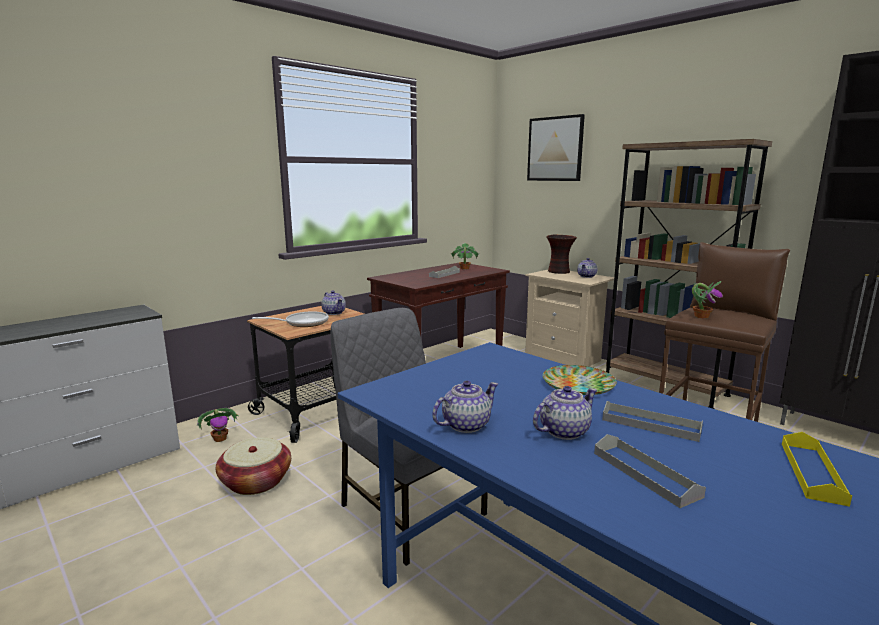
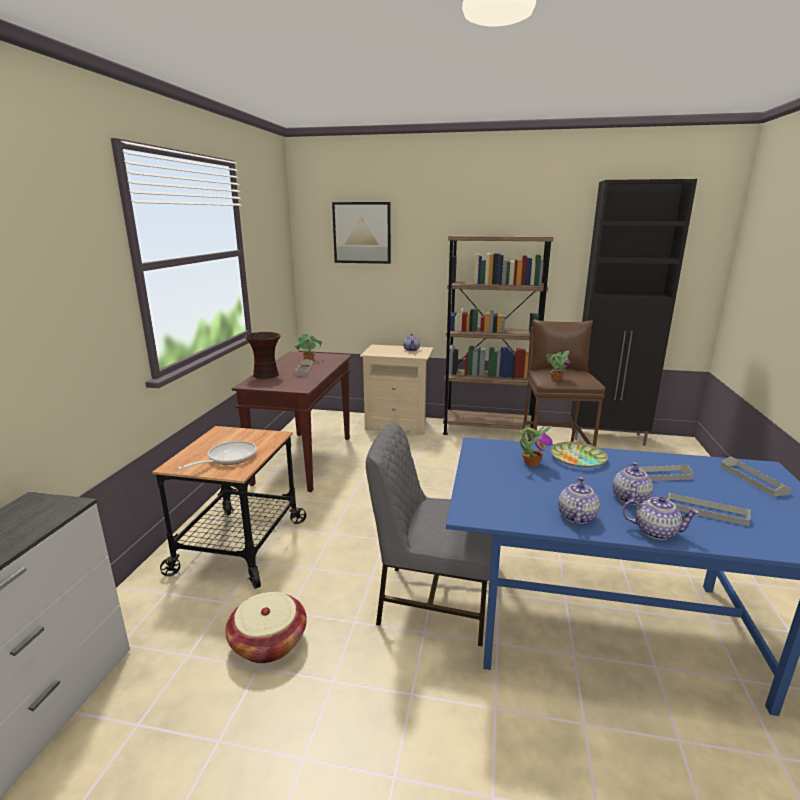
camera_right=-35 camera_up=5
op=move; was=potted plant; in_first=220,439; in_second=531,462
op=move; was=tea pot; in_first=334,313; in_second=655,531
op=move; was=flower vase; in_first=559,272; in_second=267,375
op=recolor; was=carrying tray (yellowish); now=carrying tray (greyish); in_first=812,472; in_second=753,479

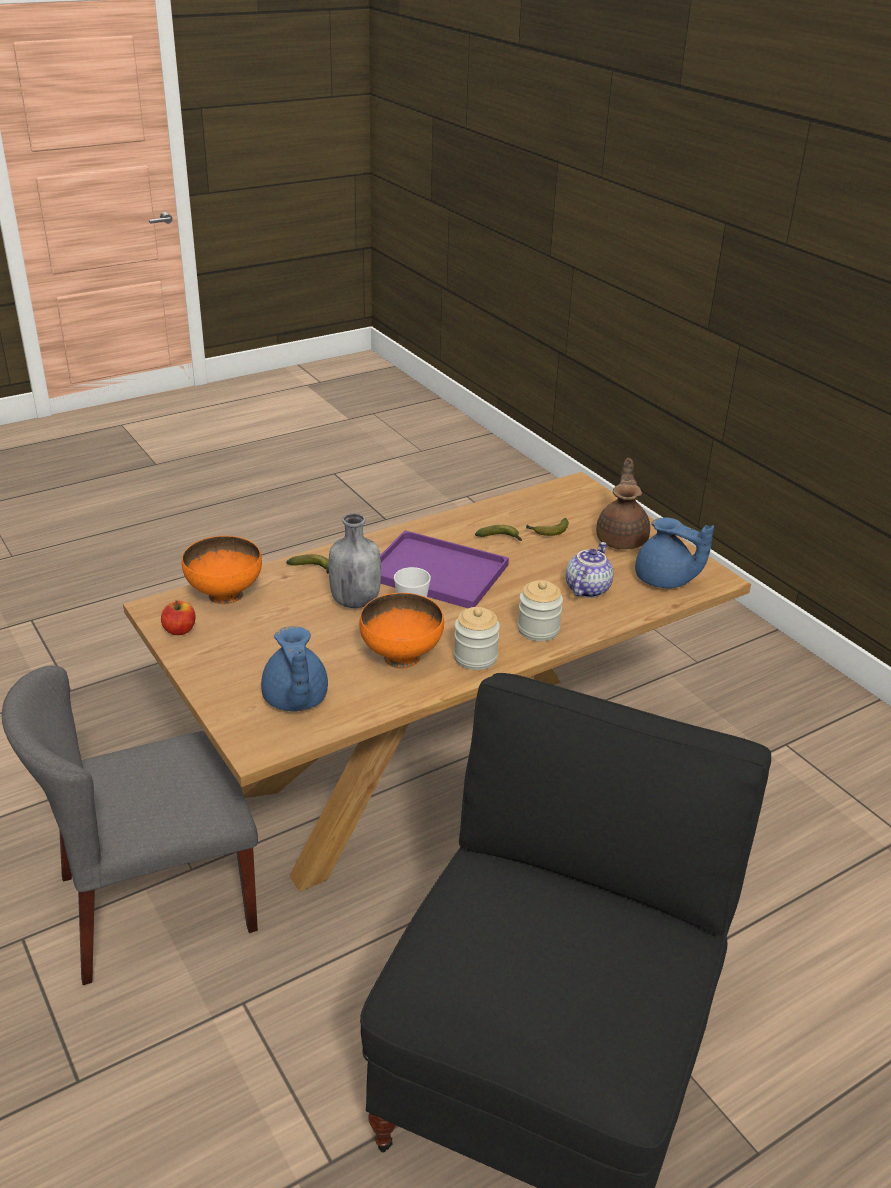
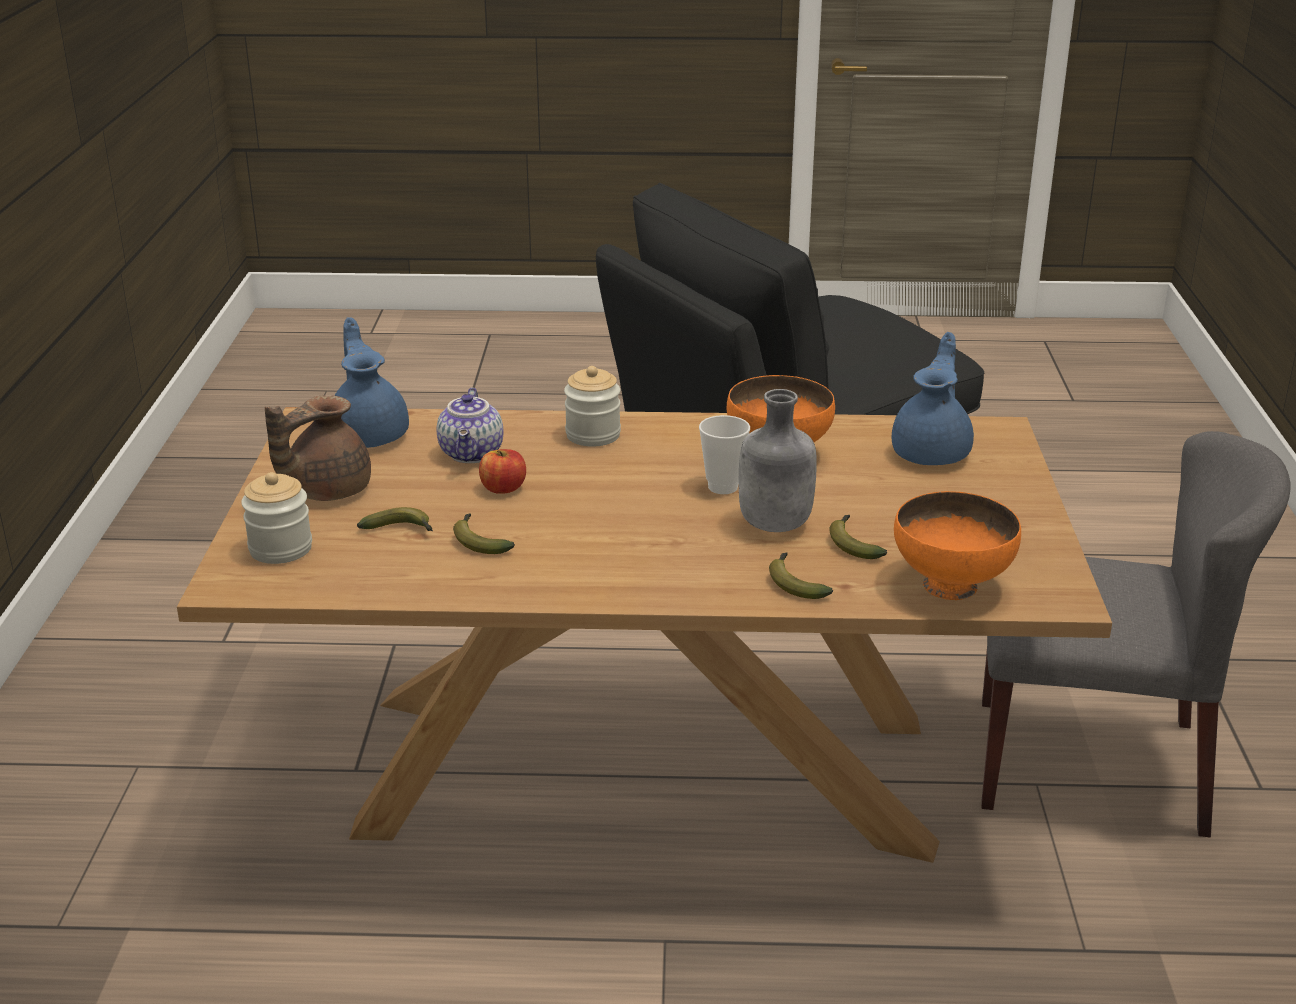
camera_right=-145 camera_up=-5
op=delete; was=carrying tray (purplish); in_first=434,572
op=insert; now=banana fruit; in_second=853,543
op=move; was=apple; in_first=180,630; in_second=503,488
op=move; was=storage jar; in_first=475,657; in_second=280,549
op=rotate; was=tea pot; in_first=586,588; in_second=473,454; clockwise=-60

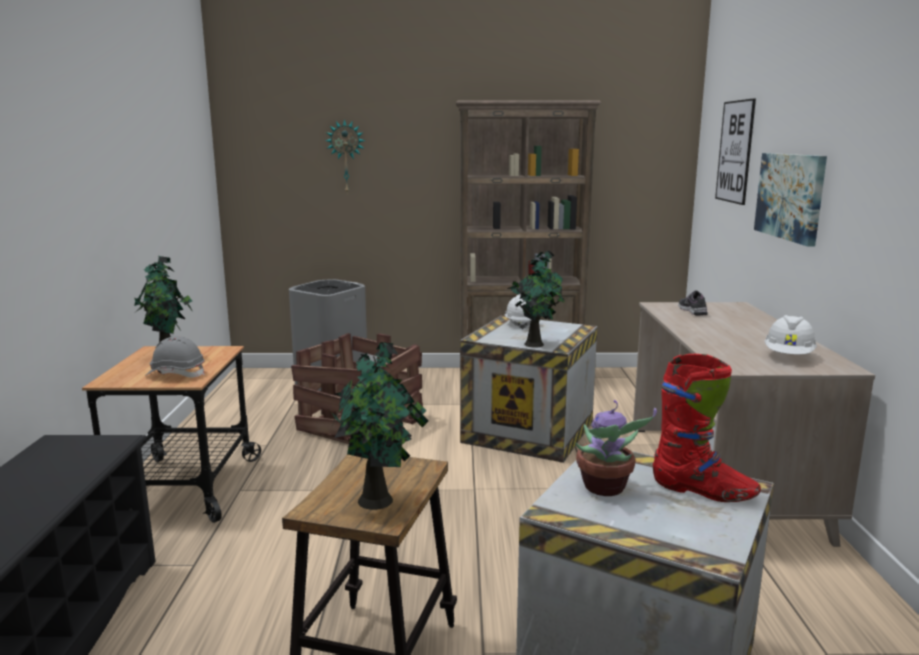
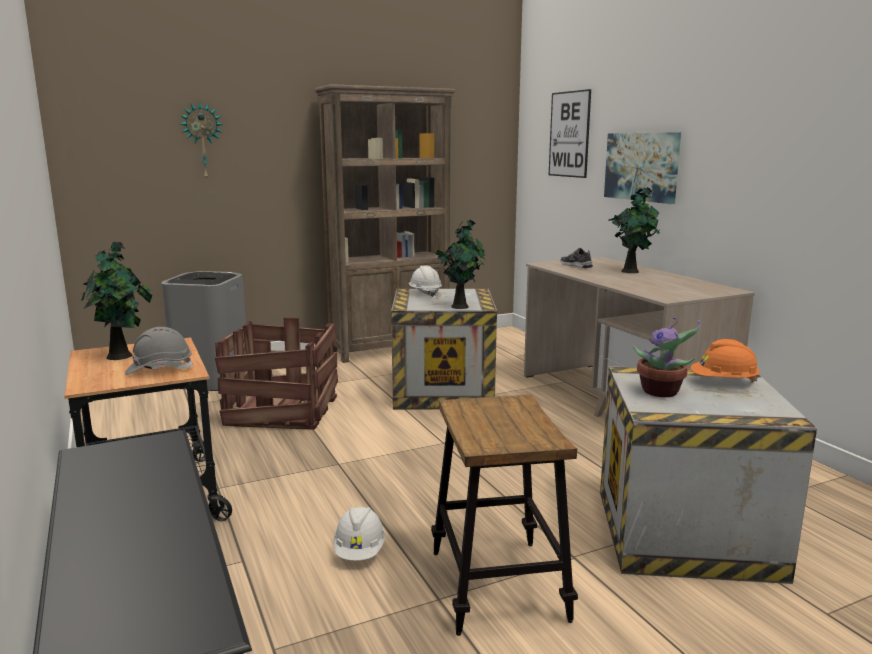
camera_right=-25 camera_up=0
op=move; was=potted plant; in_first=379,501; in_second=631,271
op=move; was=work helmet (whitish); in_first=788,356; in_second=360,552
op=replace; was=high-top boot (red-coloured); now=work helmet (orange); in_first=703,491; in_second=723,382

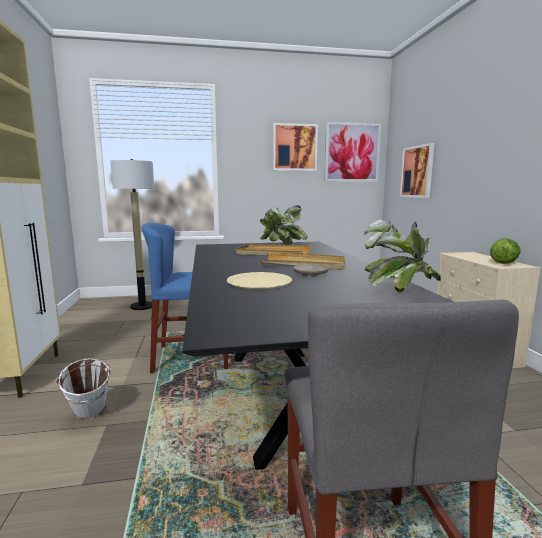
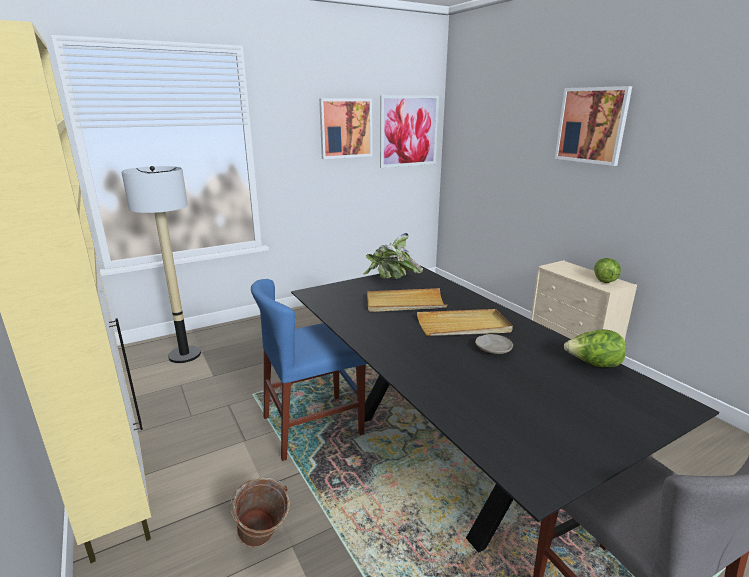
camera_right=-20 camera_up=10
op=delete; was=flat dish (beige); in_first=259,282
op=move; was=picture; in_first=417,171; in_second=591,125
op=replace; was=potted plant; now=lettuce; in_first=398,289; in_second=593,364
op=recolor; was=pail (whitish); now=pail (brownish); in_first=89,417; in_second=263,542

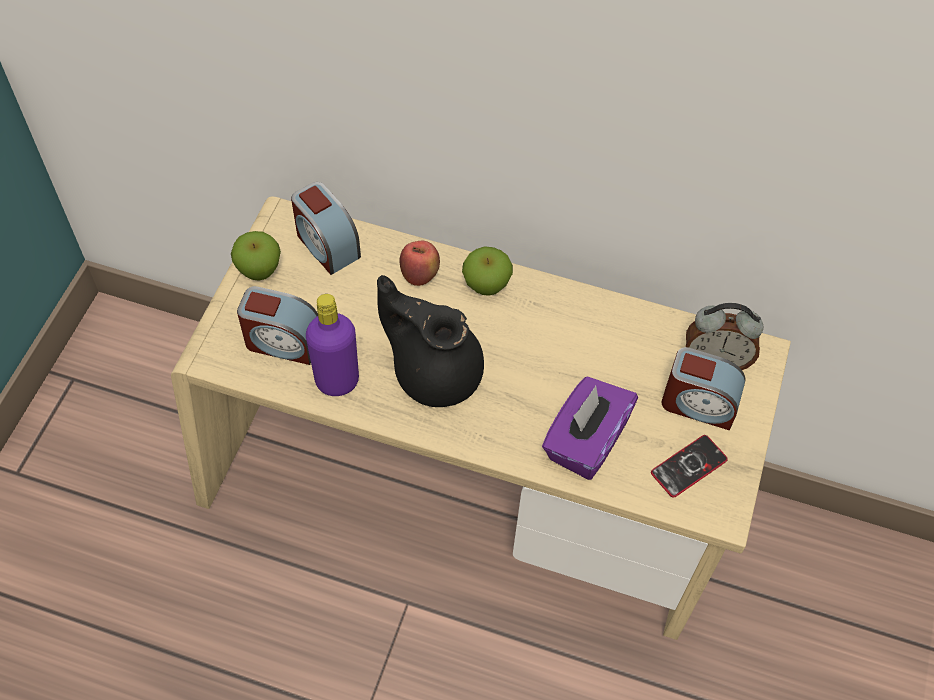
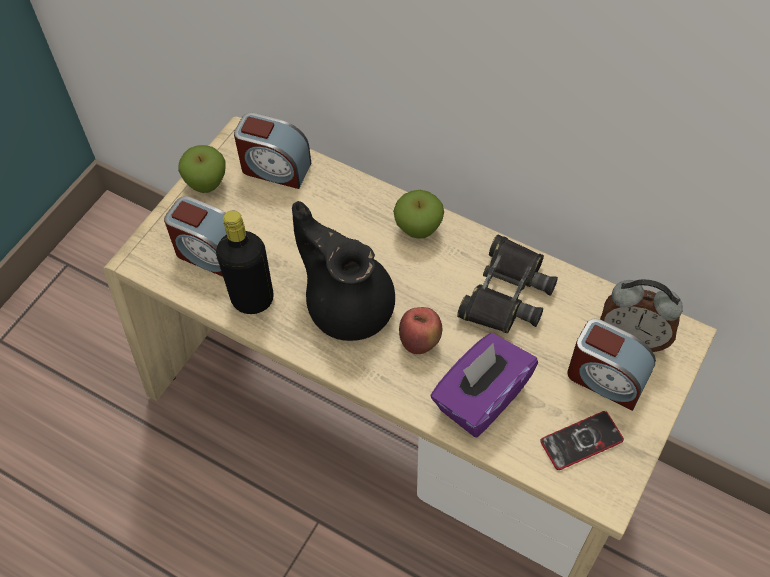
camera_right=15 camera_up=0
op=insert; now=pair of binoculars (black-coloured); in_second=506,292
op=move; was=apple; in_first=420,275; in_second=420,342
op=recolor; was=beverage bottle (purplish); now=beverage bottle (black-coloured); in_first=337,381; in_second=252,299
op=rotate; was=alarm clock; in_first=326,245; in_second=275,168; clockwise=-45

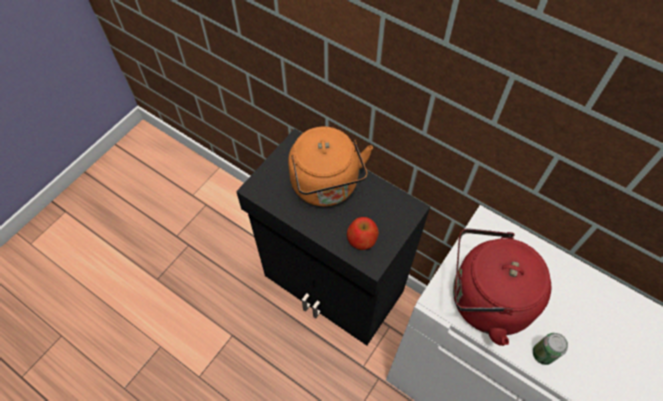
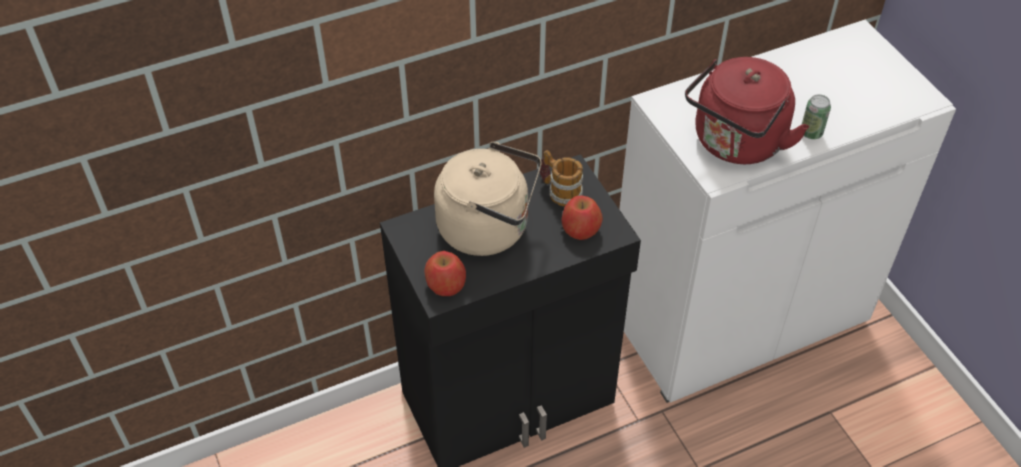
camera_right=-60 camera_up=-10
op=insert; now=apple; in_second=446,284
op=insert; now=tea mug; in_second=559,191
op=recolor; was=water kettle (orange); now=water kettle (beige); in_first=326,186; in_second=489,228

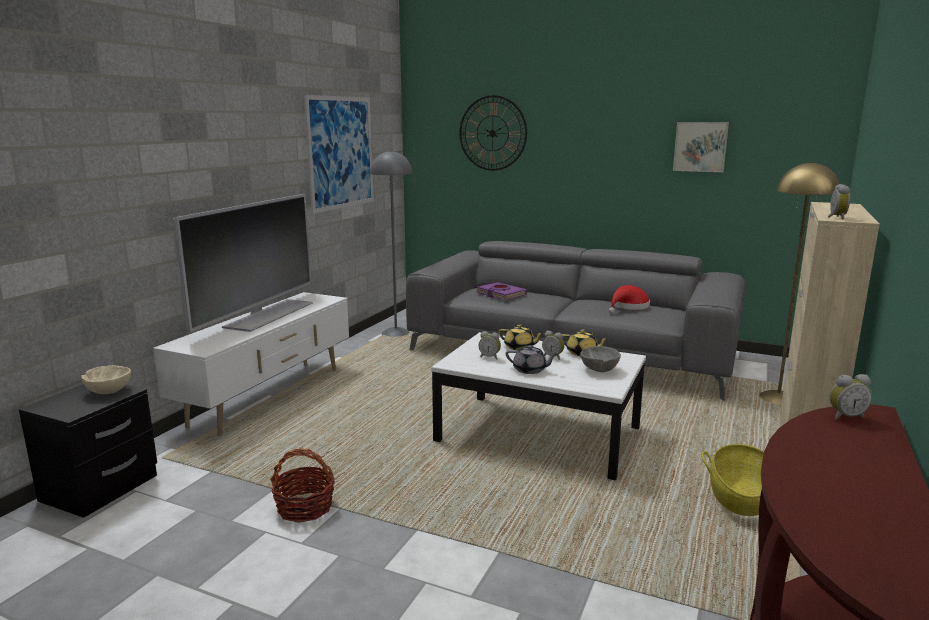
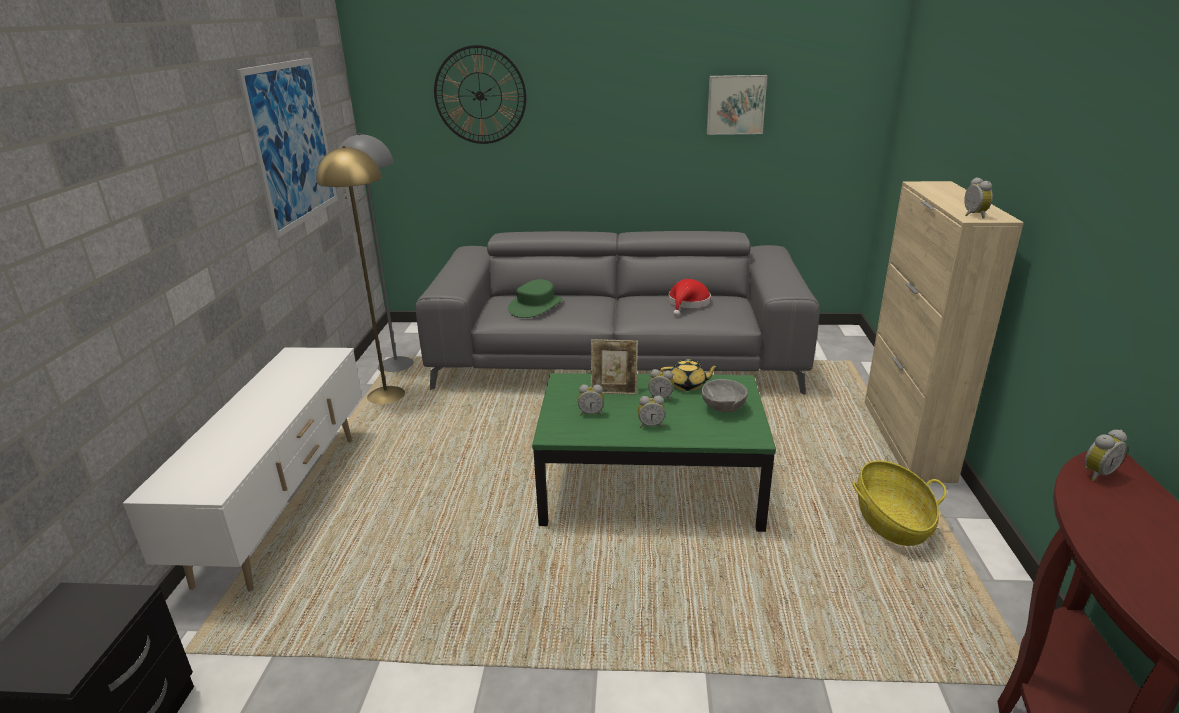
camera_right=-20 camera_up=10
op=delete; was=deep dish (beige); in_first=108,391
op=delete; was=television; in_first=268,315
op=delete; was=basket; in_first=305,507
op=move; was=floor lamp (yellowish); in_first=778,398; in_second=386,395
op=replace; was=bound book (purplish); now=hat (greenish); in_first=501,294; in_second=536,306
op=replace; was=tea pot (yellowish); now=picture frame; in_first=519,347; in_second=614,390
op=replace; was=tea pot (greyish); now=alarm clock; in_first=530,370; in_second=650,425
op=recolor; was=low table (whitish); now=low table (greenish); in_first=539,434; in_second=650,485

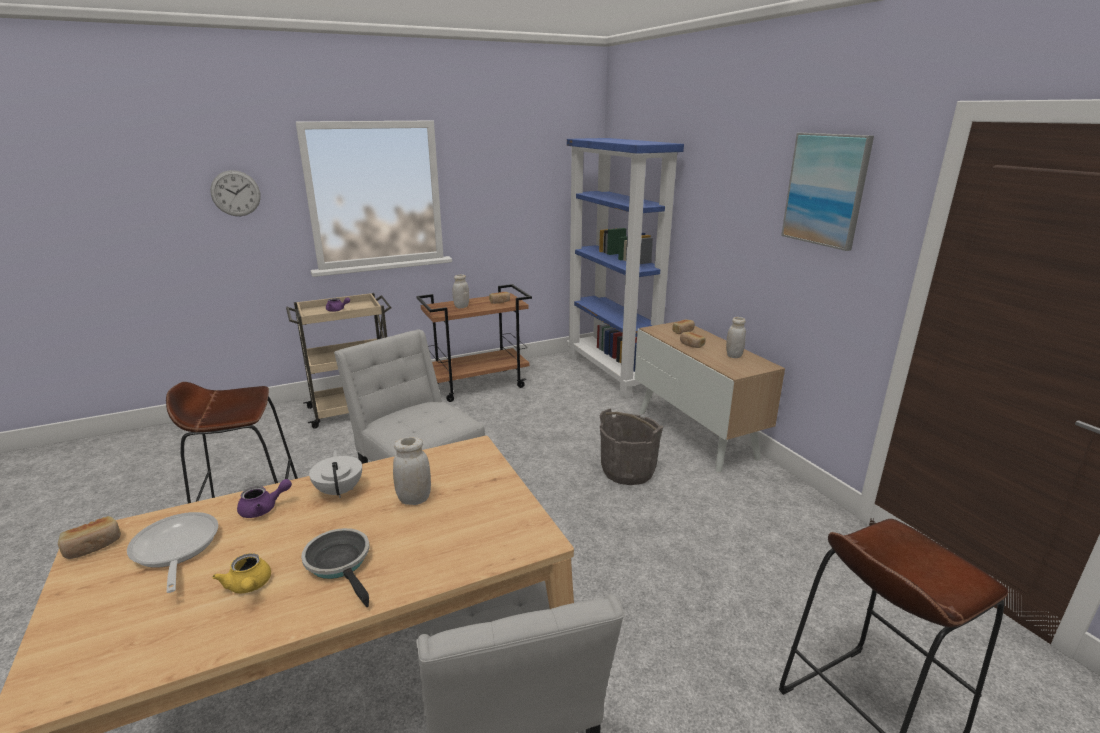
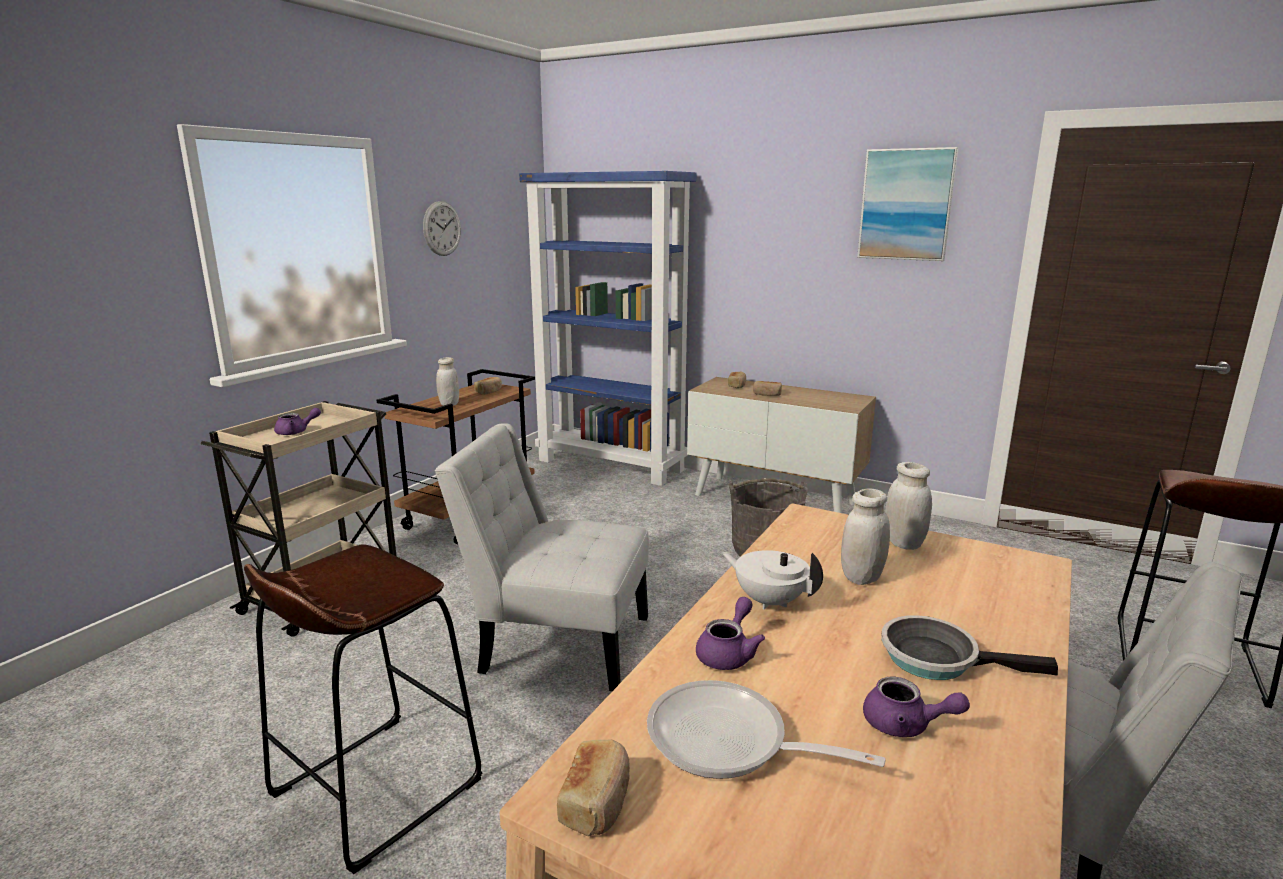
camera_right=-35 camera_up=-5
op=move; was=hanging clock; in_first=235,193; in_second=442,228
op=move; was=storage jar (whitish); in_first=733,355; in_second=904,543
op=recolor; was=tea pot (yellowish); now=tea pot (purplish); in_first=249,586; in_second=905,725

